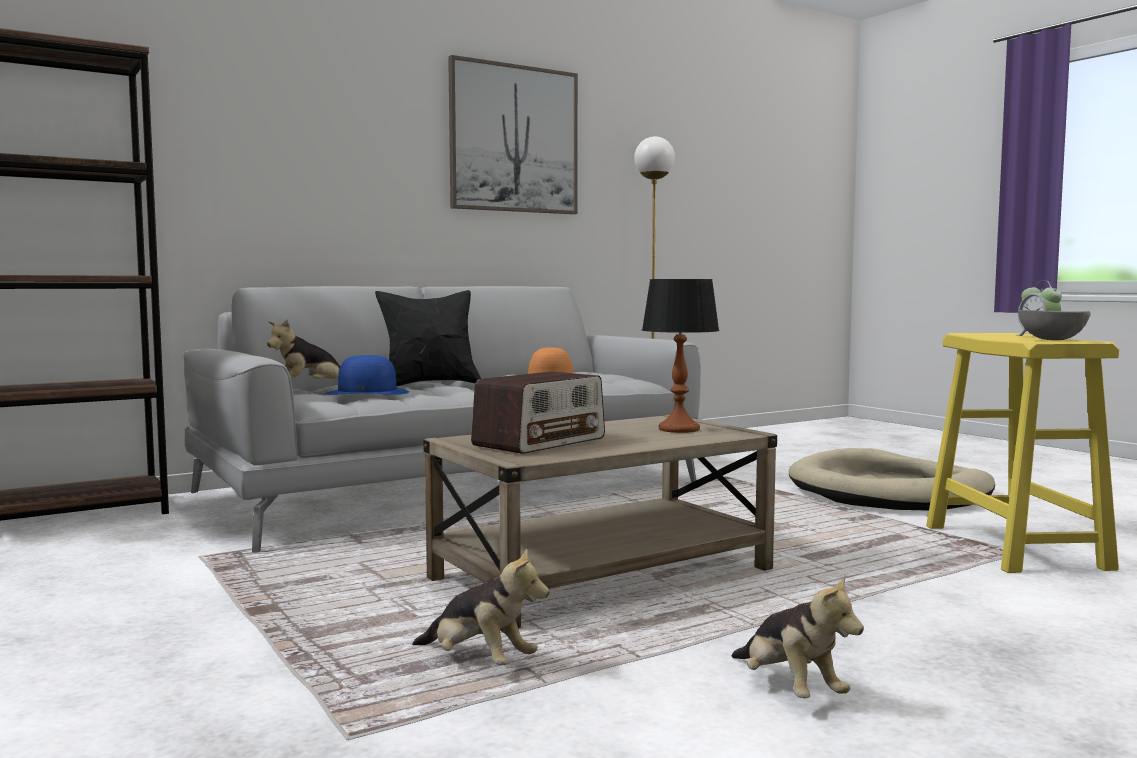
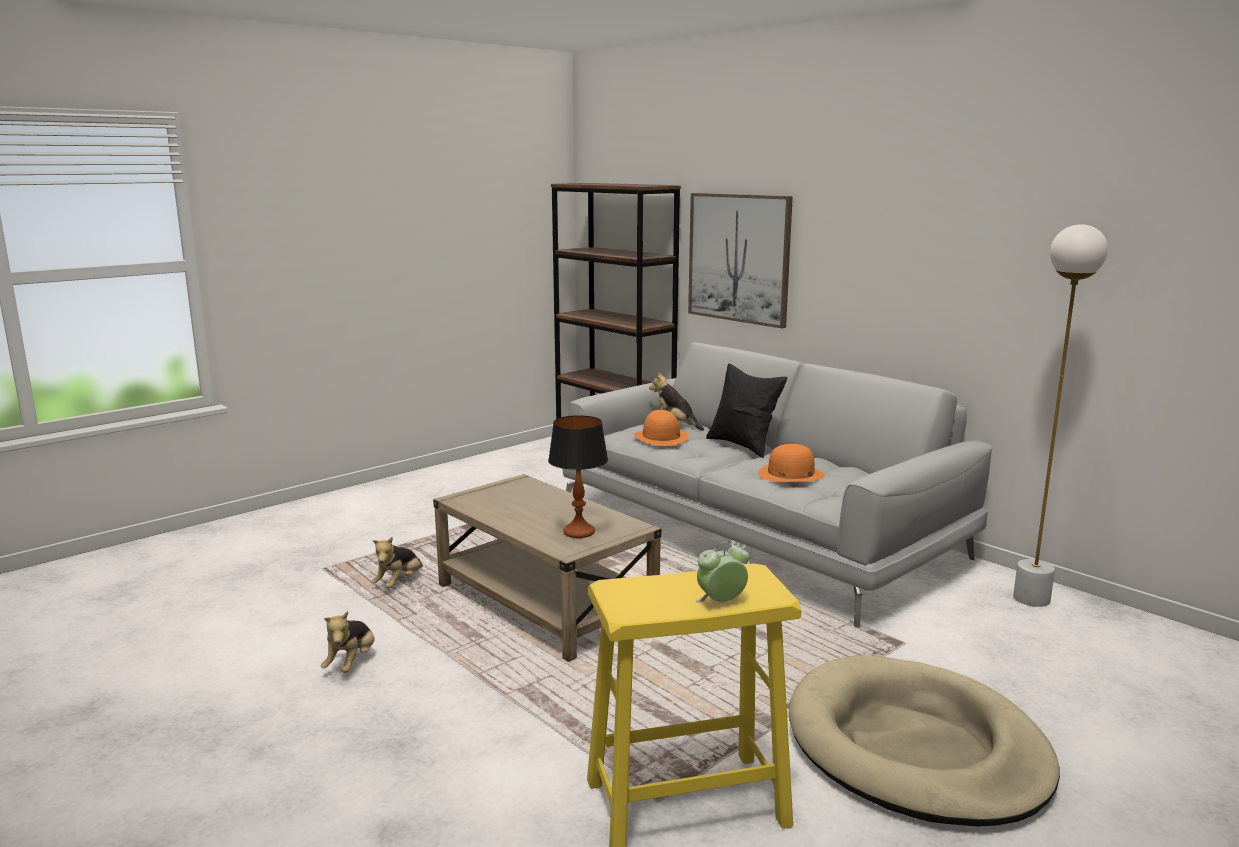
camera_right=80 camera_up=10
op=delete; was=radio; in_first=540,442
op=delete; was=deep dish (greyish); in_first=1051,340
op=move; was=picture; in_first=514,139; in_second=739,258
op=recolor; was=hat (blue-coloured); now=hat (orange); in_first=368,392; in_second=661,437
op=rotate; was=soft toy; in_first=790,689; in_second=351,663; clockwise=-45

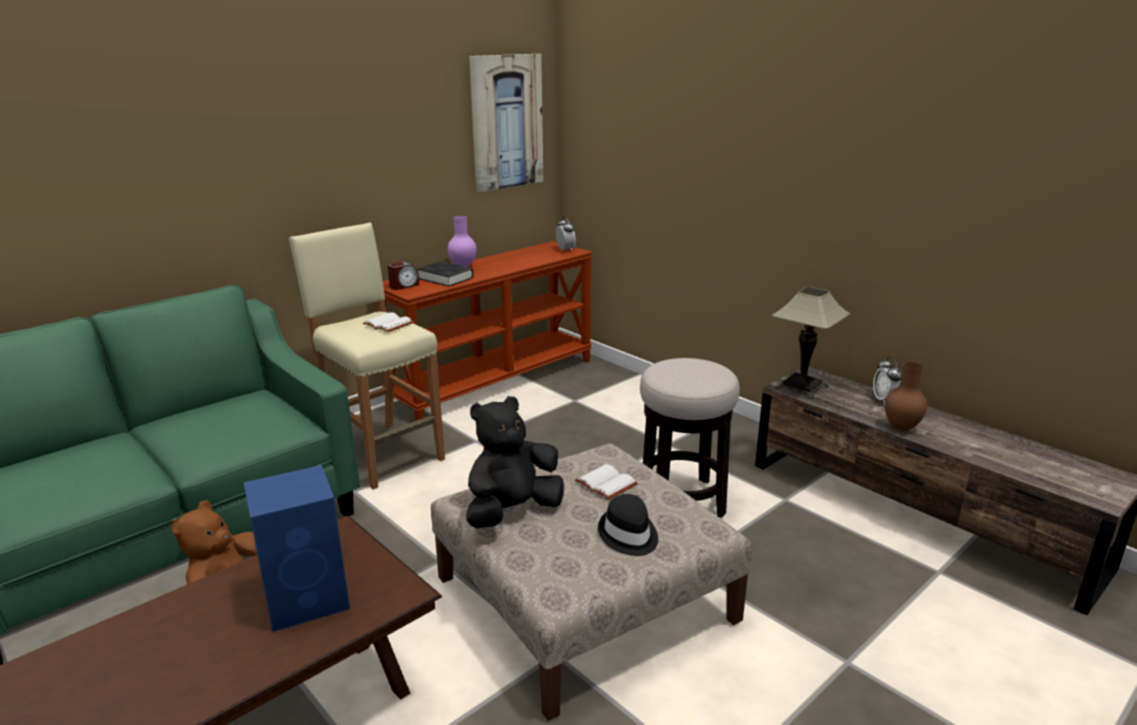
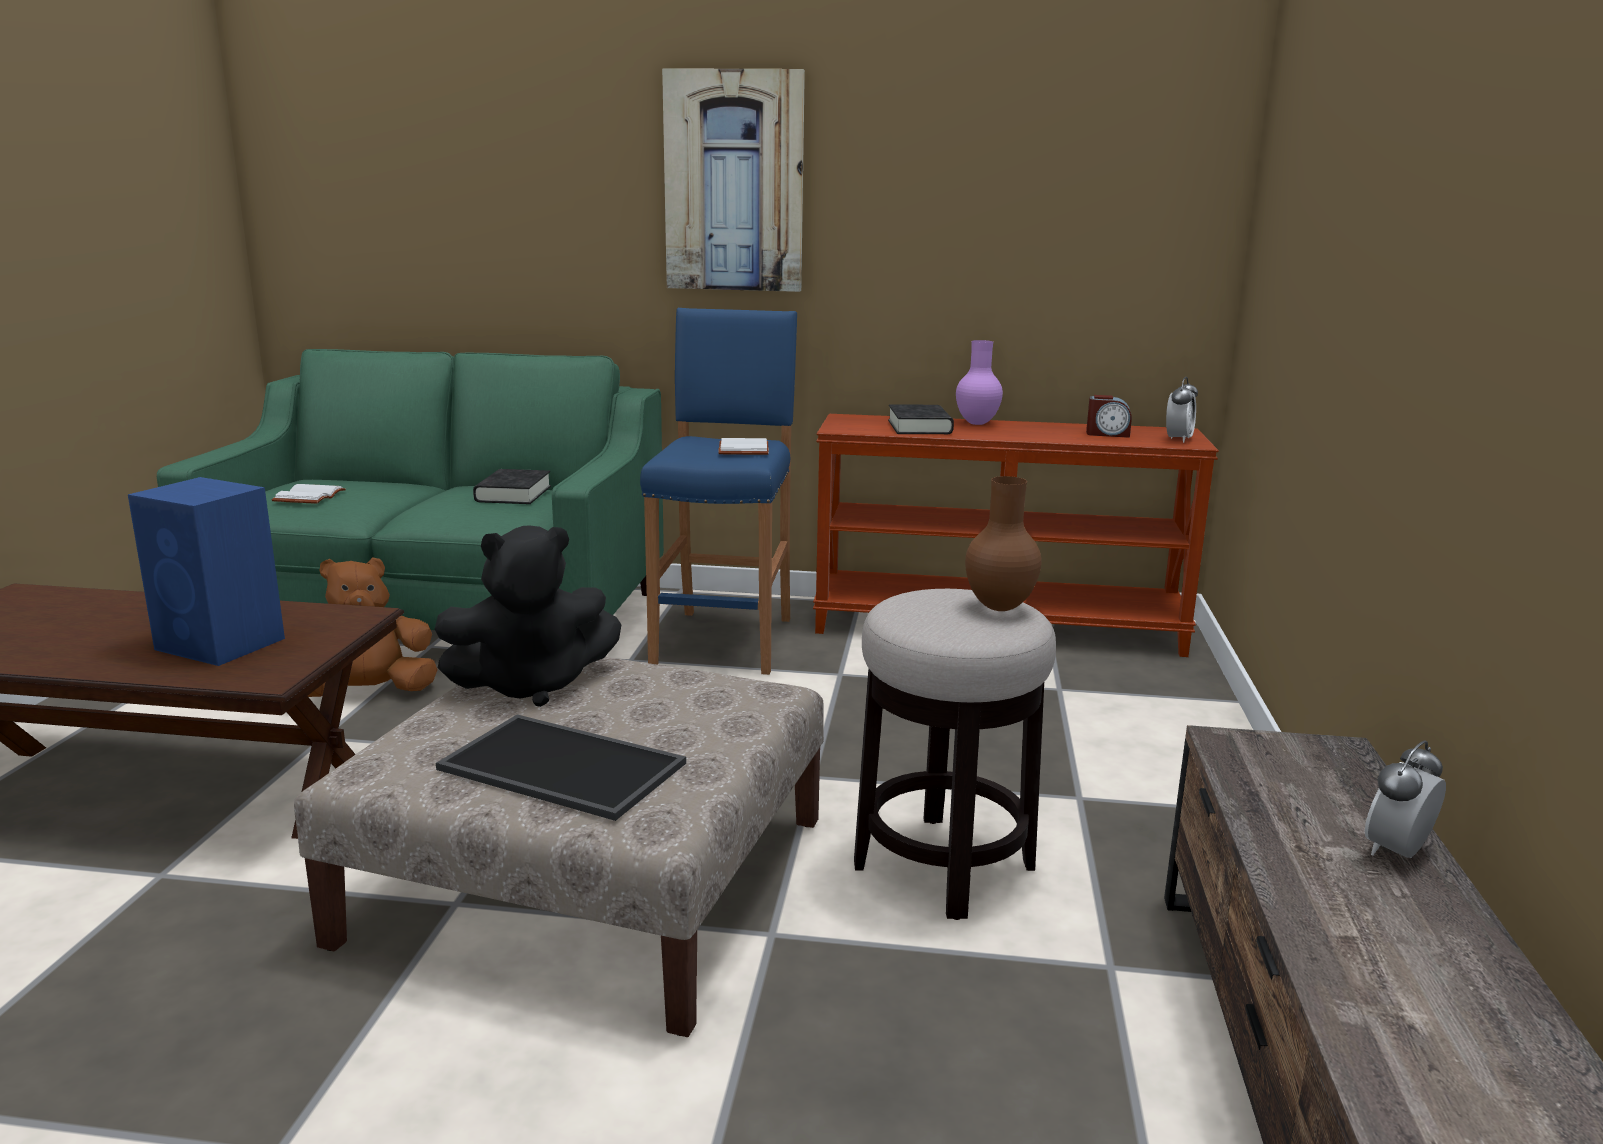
camera_right=50 camera_up=-5
op=delete; was=lamp for a table; in_first=802,387
op=insert; now=bound book (black-coloured); in_second=513,494
op=move; was=alarm clock; in_first=404,286; in_second=1107,434
op=move; was=picture; in_first=506,122; in_second=734,182
op=move; was=bound book (whitish); in_first=604,483; in_second=308,496
op=move; was=flower vase (brownish); in_first=900,427; in_second=998,607
op=replace; was=hat (black-coloured); now=carrying tray; in_first=628,535; in_second=558,767
op=recolor; was=stool (beige); now=stool (blue-coloured); in_first=382,453; in_second=725,640
op=rotate; was=soft toy (black-coloured); in_first=512,511; in_second=531,685; clockwise=150

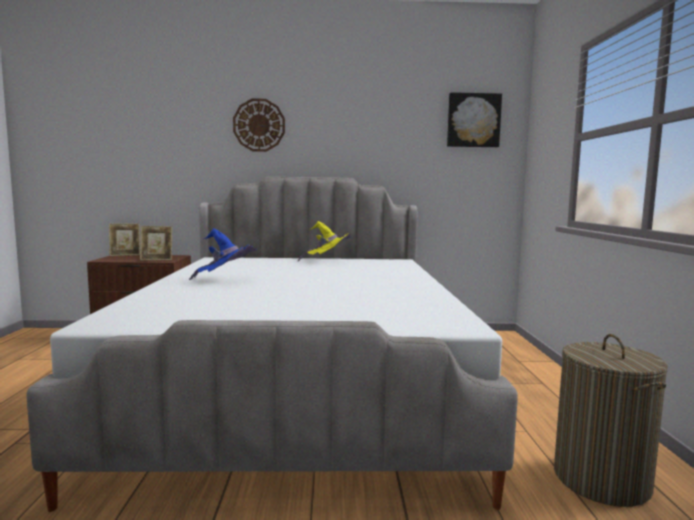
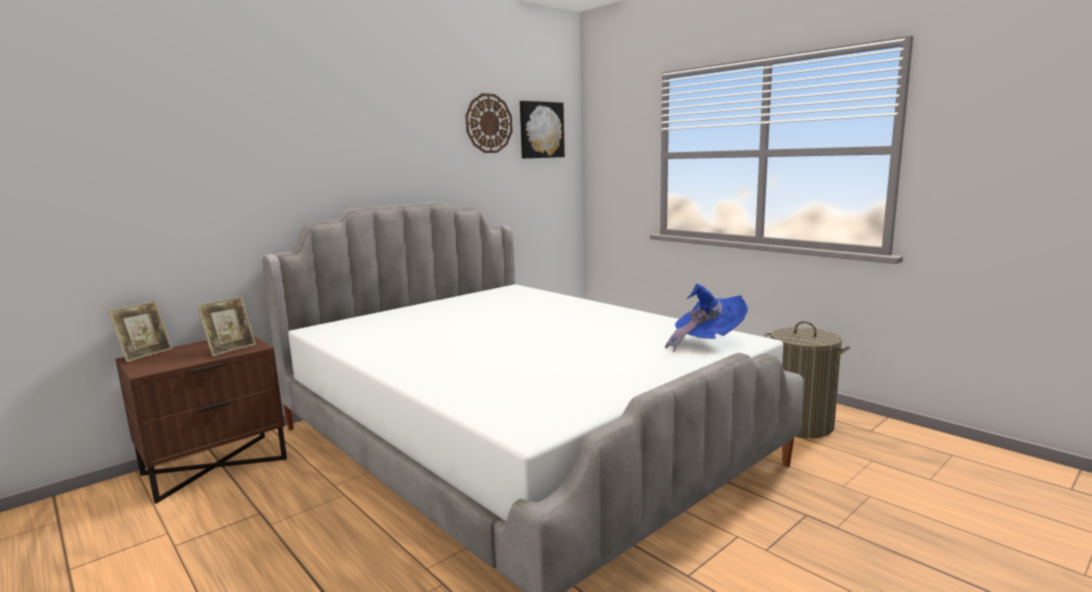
camera_right=-40 camera_up=5
op=delete; was=hat (yellowish); in_first=327,261
op=move; was=hat (blue-coloured); in_first=226,281; in_second=706,342
op=move; was=hanging clock; in_first=259,125; in_second=488,123

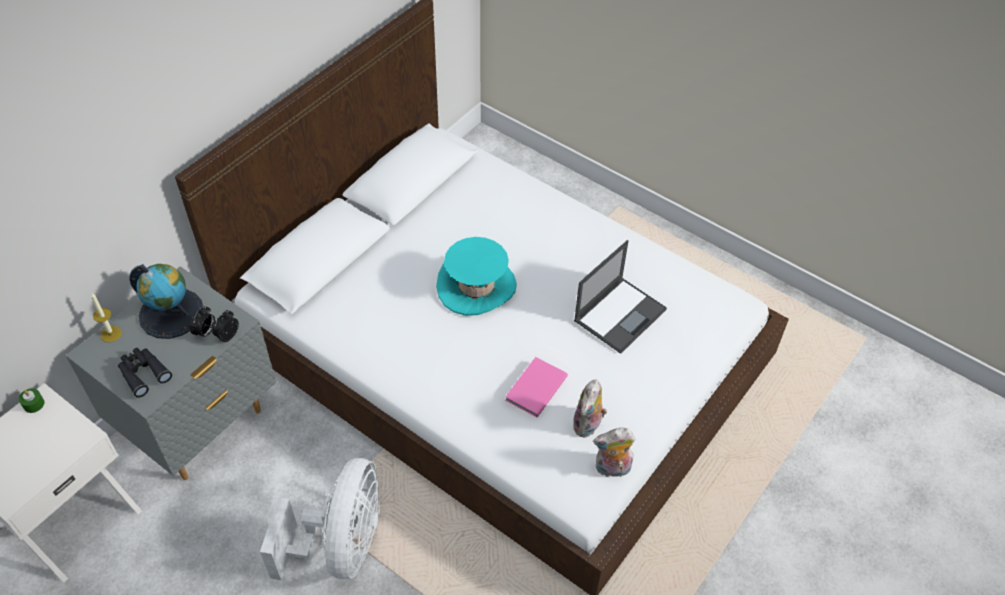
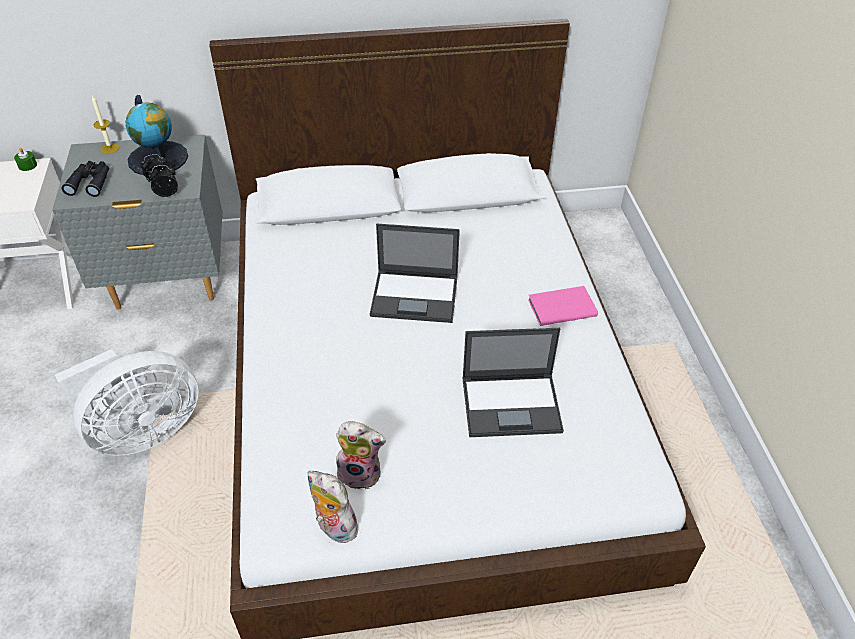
camera_right=45 camera_up=-5
op=move; was=bound book (pinkish); in_first=534,388; in_second=560,307
op=replace; was=hat (turquoise-coloured); now=notebook computer; in_first=476,286; in_second=416,296
op=rotate; was=soft toy; in_first=588,426; in_second=361,473; clockwise=-150

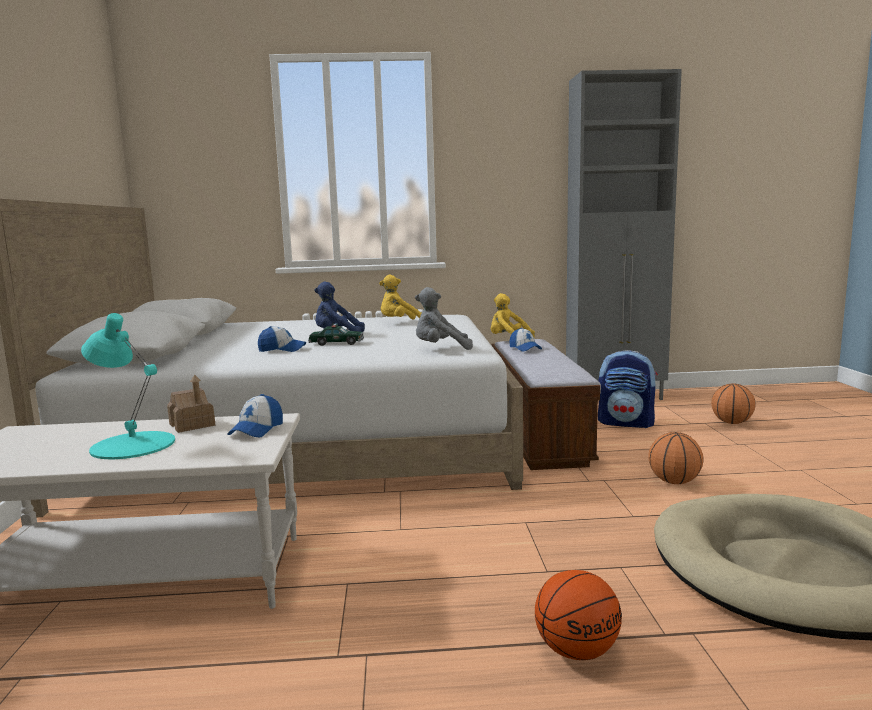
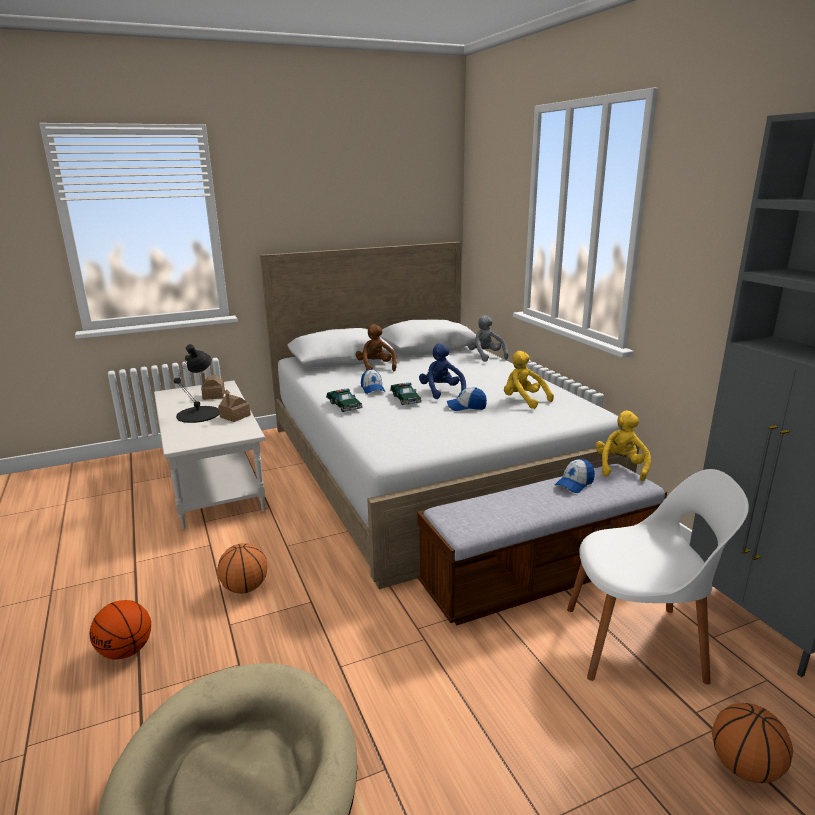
camera_right=70 camera_up=10
op=insert; now=model house; in_second=213,395
op=insert; now=miniature car; in_second=344,405
op=insert; now=soft toy (brownish); in_second=376,367
op=move; was=cap; in_first=257,430; in_second=466,407
op=move; was=soft toy (greyish); in_first=440,349; in_second=486,356
op=move; was=ball for basketball; in_first=674,482; in_second=245,588
op=replace; was=knapsack; now=upright chair (whitish); in_first=626,423; in_second=638,643
op=recolor; was=lamp for a table (turquoise-coloured); now=lamp for a table (black-coloured); in_first=133,445; in_second=199,414

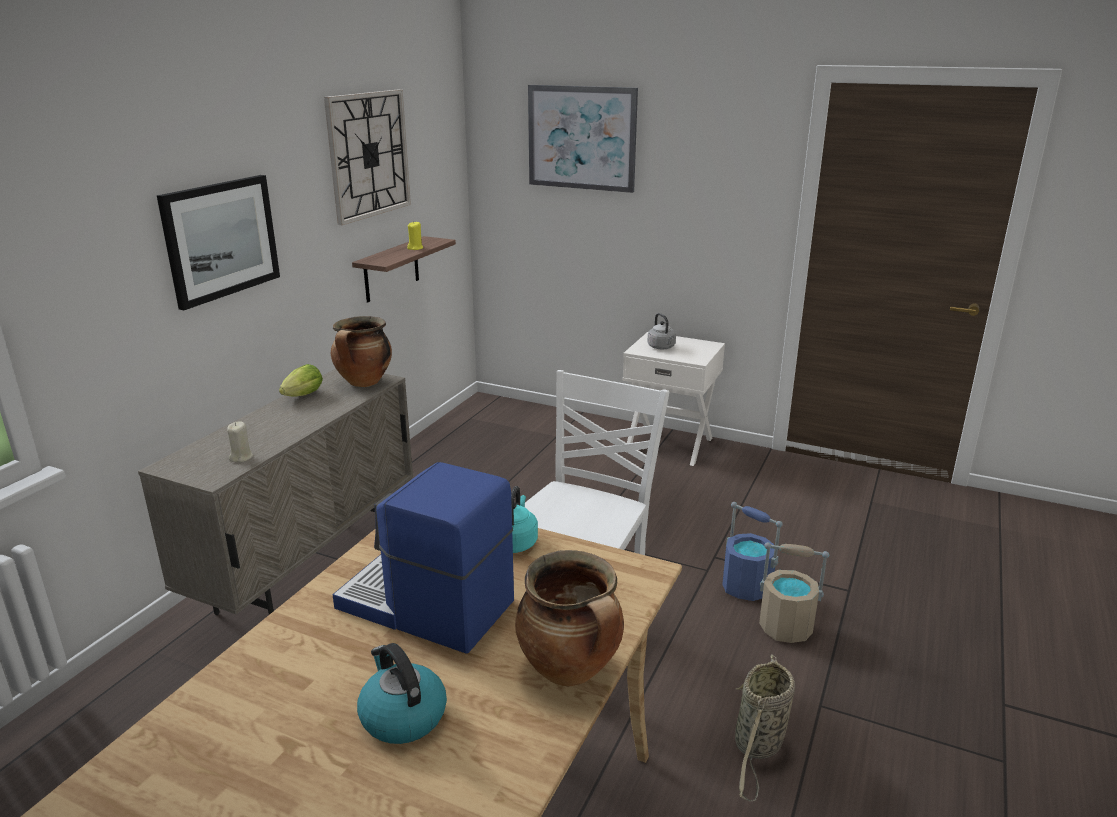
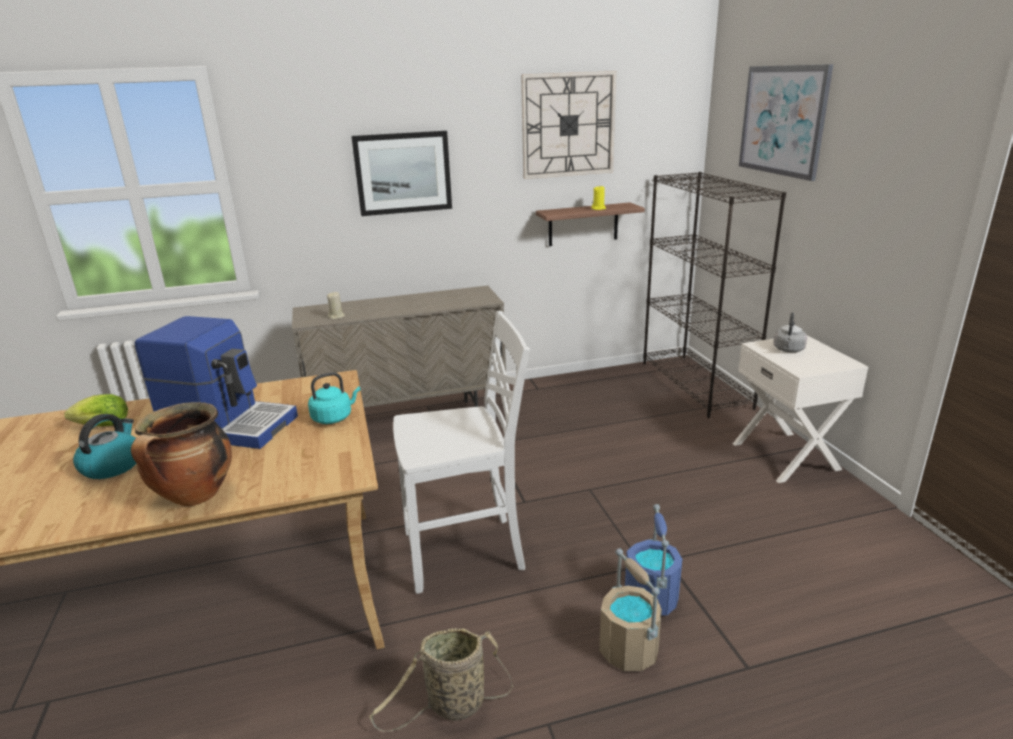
camera_right=50 camera_up=0
op=delete; was=cooking pot; in_first=364,383
op=insert; now=bookcase (black-coloured); in_second=696,385
op=move; was=lettuce; in_first=301,396; in_second=100,426
op=rotate; was=coffee maker; in_first=425,606; in_second=230,425; clockwise=120

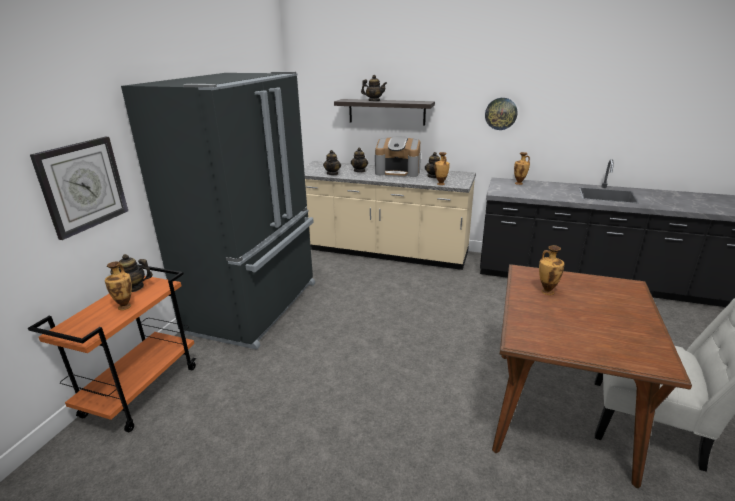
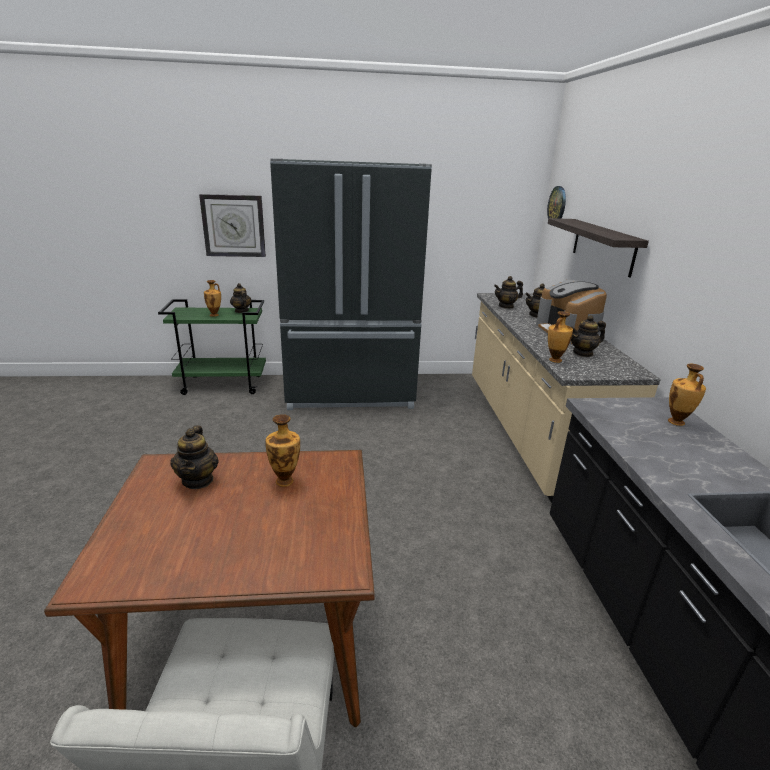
camera_right=65 camera_up=0
op=move; was=tea pot; in_first=374,101; in_second=198,480
op=move; was=hanging clock; in_first=501,113; in_second=557,205
op=recolor; was=wheeled cart (orange); now=wheeled cart (greenish); in_first=142,390; in_second=224,384

